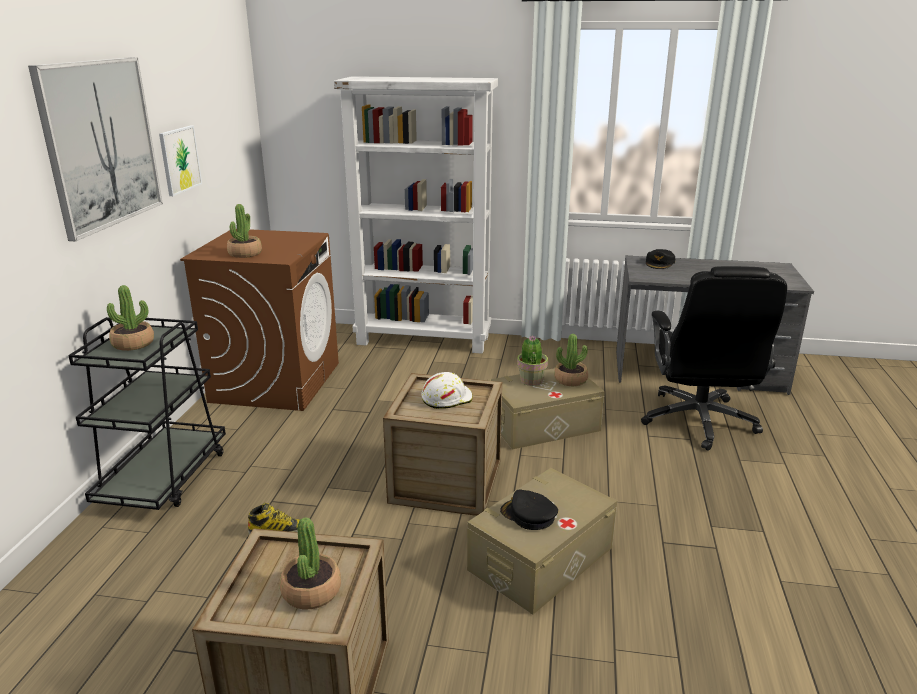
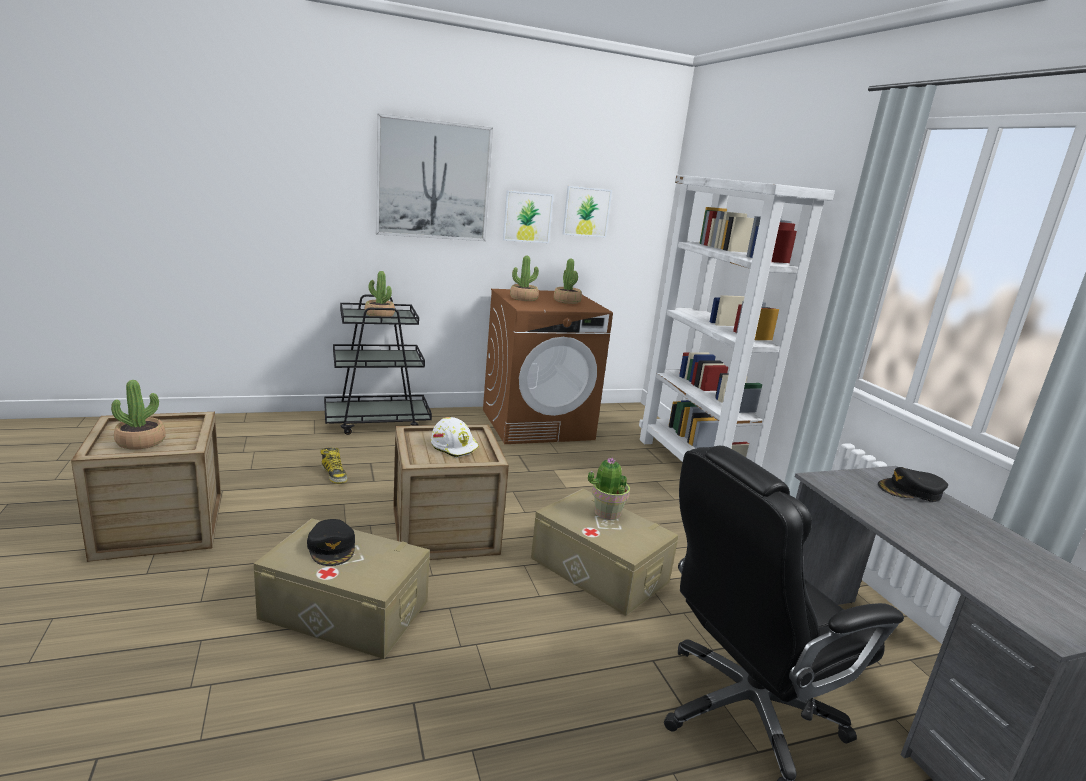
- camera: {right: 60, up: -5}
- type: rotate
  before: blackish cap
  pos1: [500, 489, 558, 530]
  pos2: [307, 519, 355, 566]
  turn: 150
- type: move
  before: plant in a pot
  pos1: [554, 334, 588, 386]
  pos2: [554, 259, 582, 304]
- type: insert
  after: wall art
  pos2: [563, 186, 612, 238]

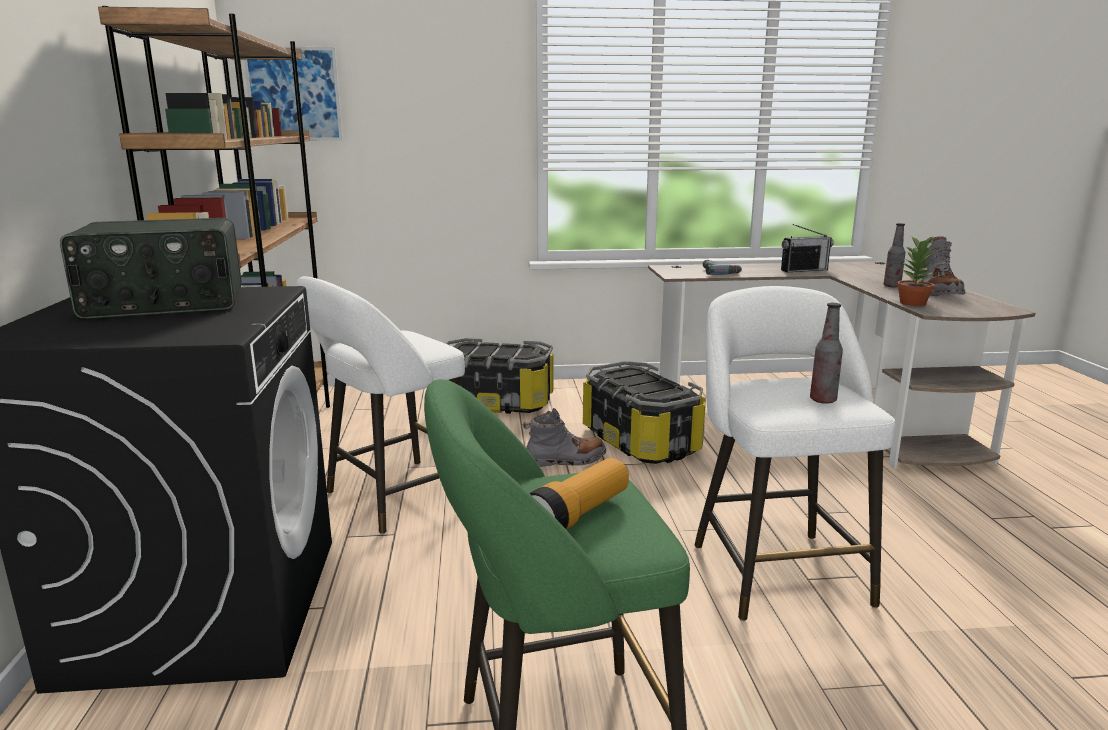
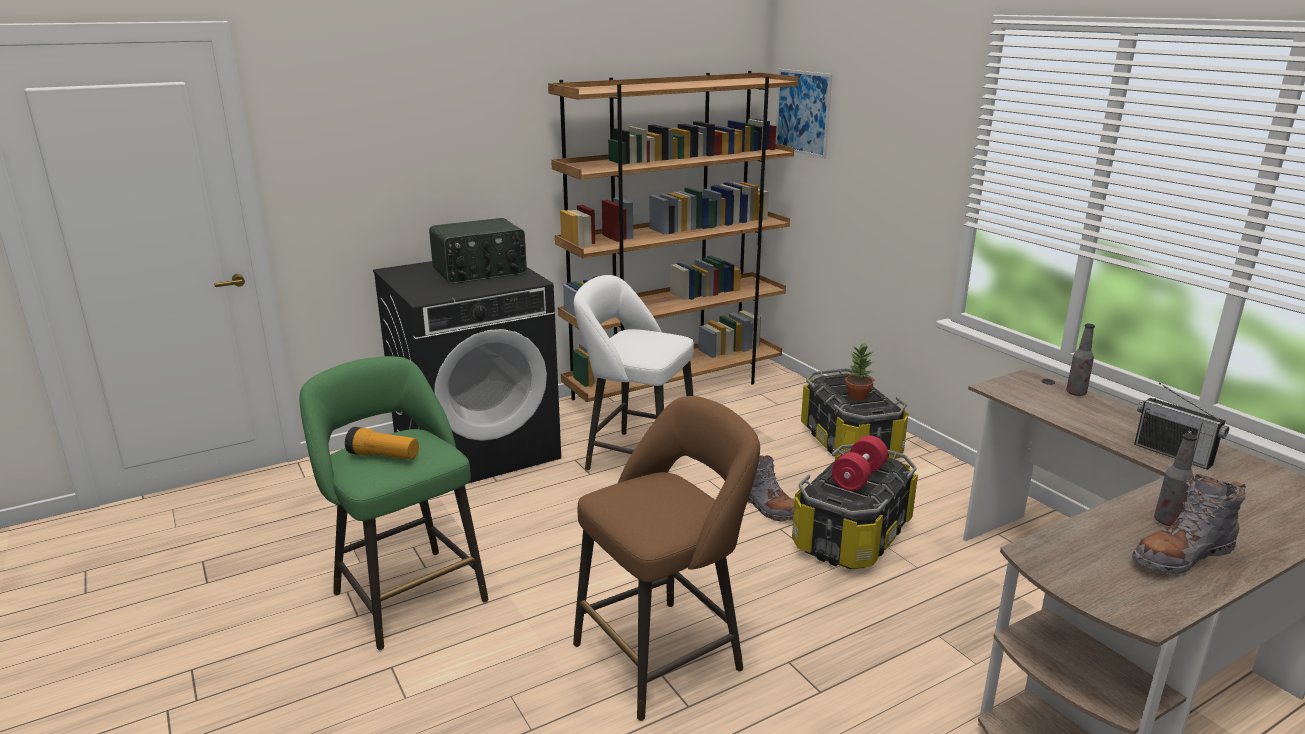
- camera: {right: 65, up: 5}
- type: rotate
  before: radio set
  pos1: [60, 218, 242, 319]
  pos2: [429, 218, 527, 284]
  turn: -75
- type: recolor
  before: white-coloured stool
  after: brown-coloured stool
  pos1: [695, 286, 896, 621]
  pos2: [573, 396, 760, 721]
- type: delete
  before: electric drill
  pos1: [703, 260, 742, 275]
- type: move
  before: drink bottle
  pos1: [810, 303, 843, 404]
  pos2: [1066, 324, 1095, 396]
- type: move
  before: plant in a pot
  pos1: [897, 235, 935, 306]
  pos2: [845, 343, 874, 400]
- type: insert
  after: reddish free weight
  pos2: [831, 435, 888, 491]

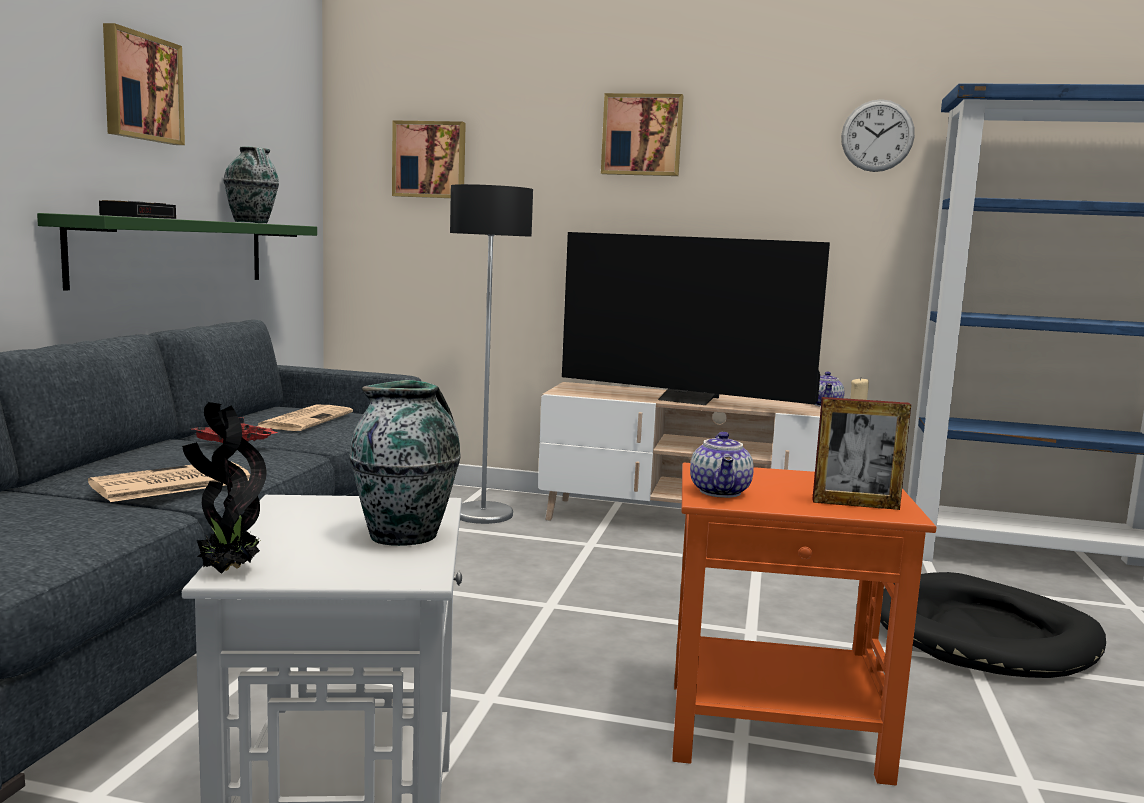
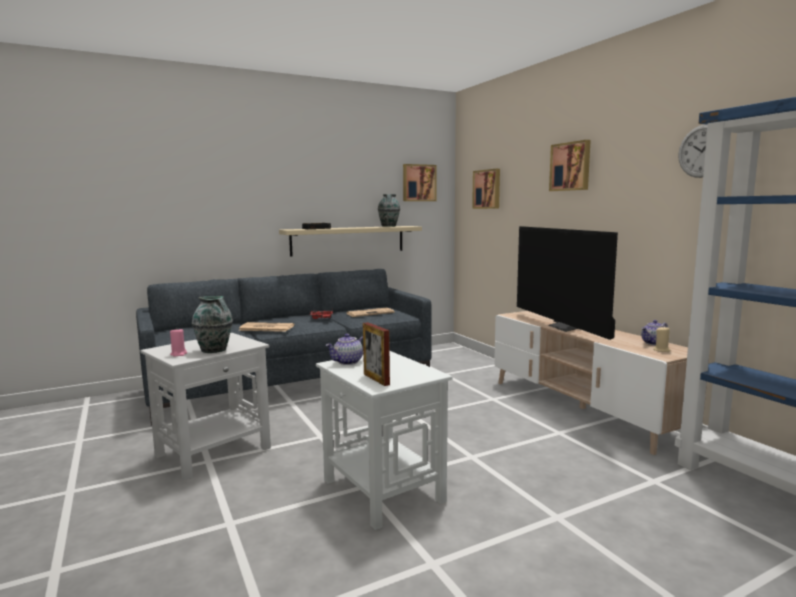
- camera: {right: 50, up: 0}
- type: recolor
  before: green-coloured wall shelf
  after: beige-coloured wall shelf
  pos1: [37, 213, 317, 291]
  pos2: [279, 226, 422, 257]
- type: move
  before: wall art
  pos1: [103, 23, 185, 145]
  pos2: [403, 164, 437, 201]
- type: delete
  before: plant in a pot
  pos1: [182, 402, 266, 574]
- type: delete
  before: standing lamp
  pos1: [450, 184, 533, 524]
- type: recolor
  before: orangey accent table
  after: white-coloured accent table
  pos1: [672, 463, 936, 785]
  pos2: [316, 351, 453, 530]
- type: delete
  before: blackish pet bed
  pos1: [880, 572, 1106, 678]
- type: insert
  after: pink wax candle
  pos2: [170, 329, 187, 357]

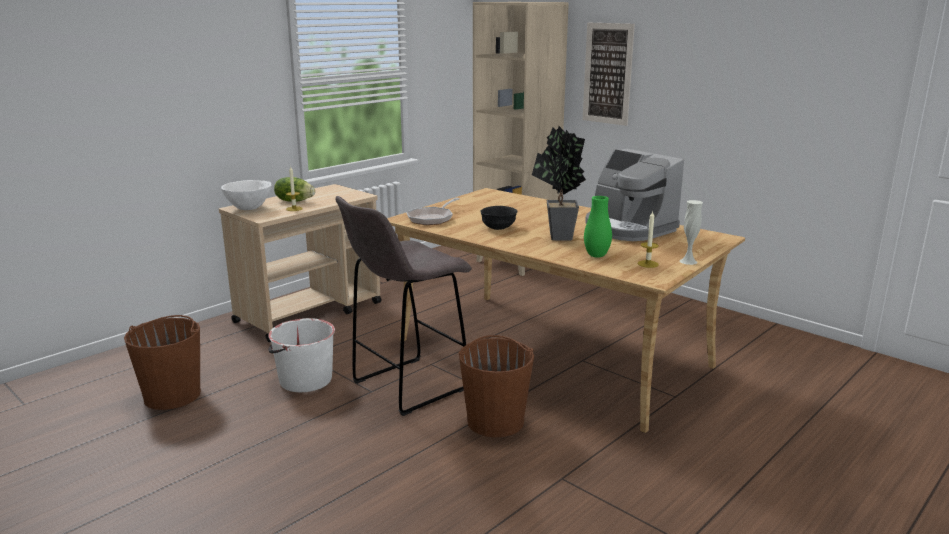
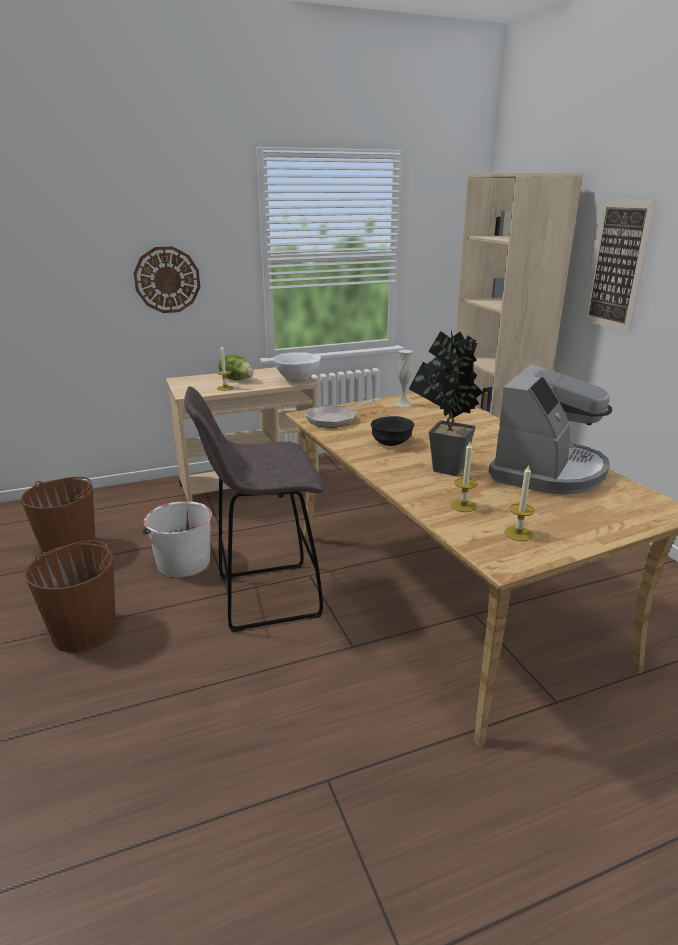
- camera: {right: 25, up: 5}
- type: move
  before: white-coloured serving bowl
  pos1: [221, 180, 272, 210]
  pos2: [273, 352, 321, 382]
- type: move
  before: brown-coloured water bucket
  pos1: [459, 335, 534, 437]
  pos2: [25, 540, 116, 653]
- type: replace
  before: green-coloured vase
  after: wax candle
  pos1: [584, 196, 612, 258]
  pos2: [450, 442, 477, 512]
- type: rotate
  before: coffee brewer
  pos1: [585, 149, 684, 241]
  pos2: [488, 364, 612, 495]
  turn: -135
- type: move
  before: white-coloured vase
  pos1: [680, 200, 703, 265]
  pos2: [396, 350, 412, 407]
- type: insert
  after: clock on the wall
  pos2: [134, 246, 200, 313]

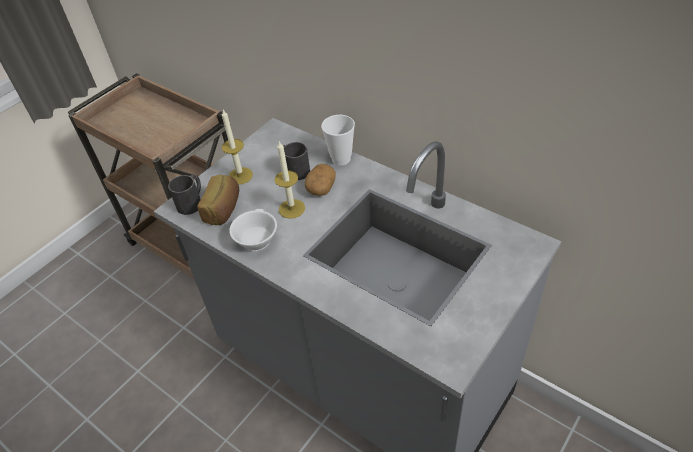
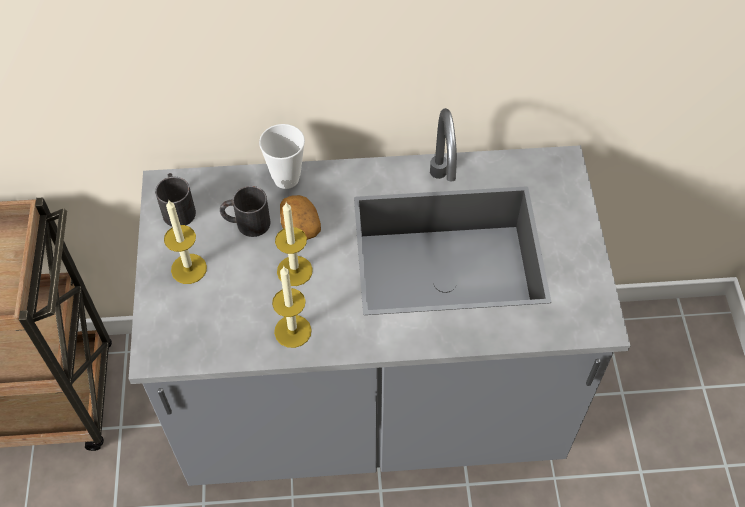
- camera: {right: -45, up: 10}
- type: move
  before: blackish coffee mug
  pos1: [168, 174, 201, 215]
  pos2: [155, 173, 196, 227]
- type: delete
  before: bakery bread
  pos1: [197, 175, 239, 225]
- type: replace
  before: white-coloured cup
  after: wax candle
  pos1: [229, 209, 277, 251]
  pos2: [272, 266, 312, 348]

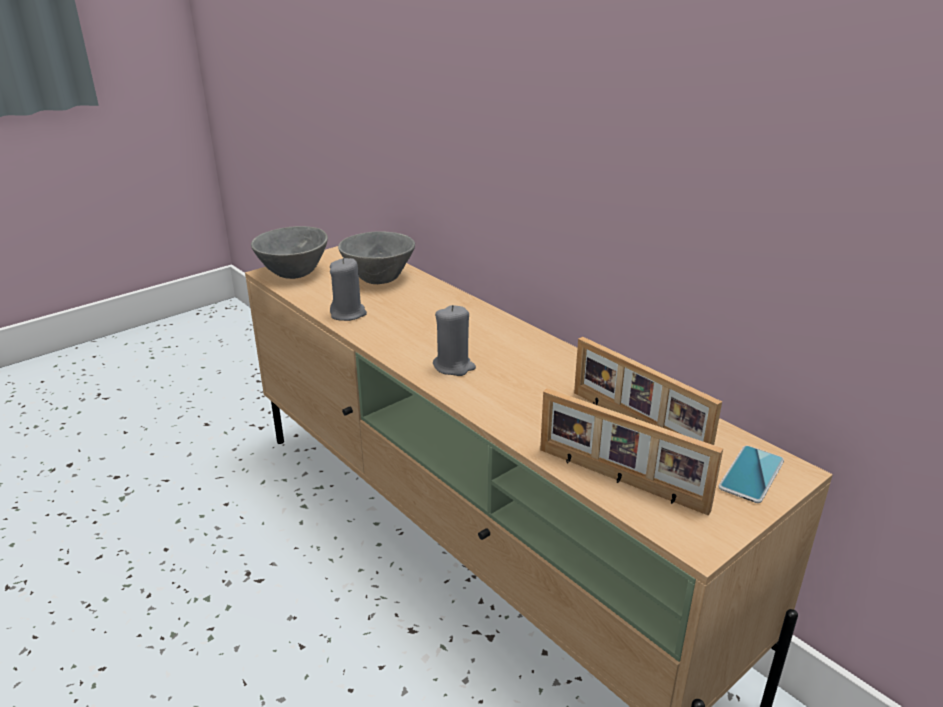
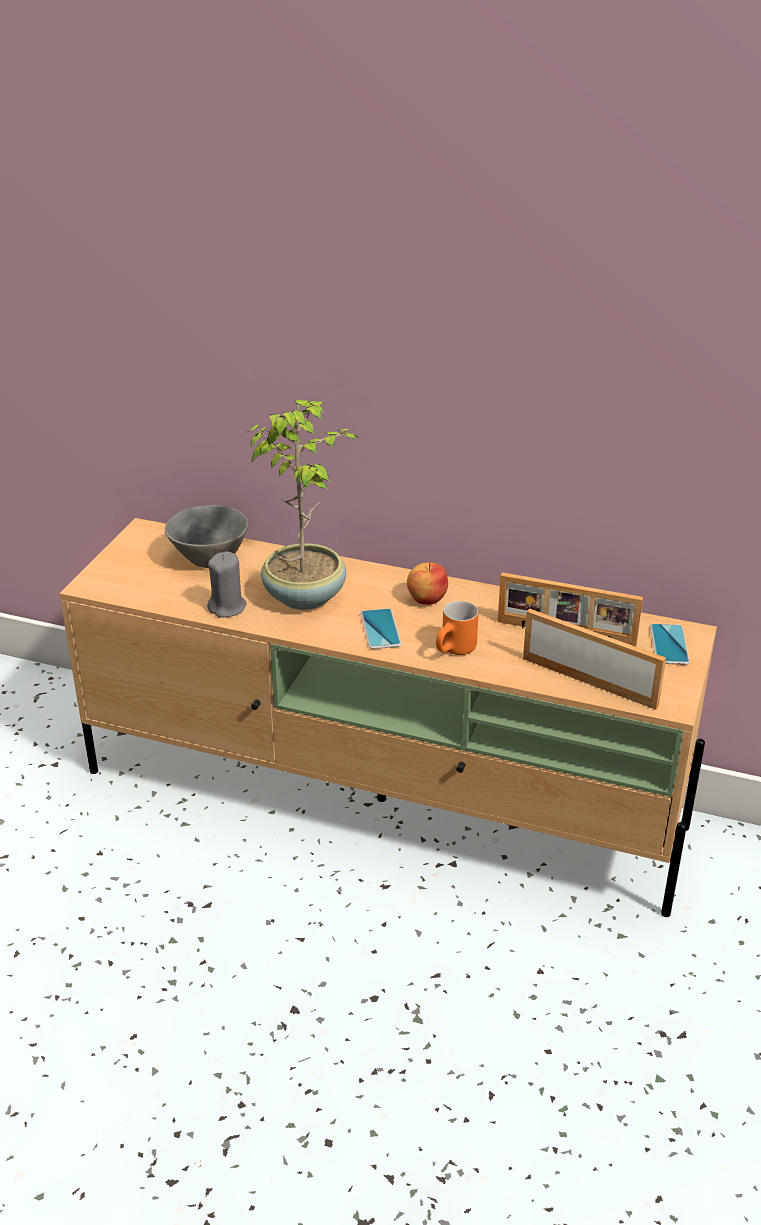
- camera: {right: -30, up: 5}
- type: delete
  before: grey serving bowl
  pos1: [251, 226, 328, 279]
- type: replace
  before: grey wax candle
  after: handset
  pos1: [433, 305, 476, 376]
  pos2: [361, 608, 401, 649]
- type: rotate
  before: standing frame
  pos1: [540, 388, 723, 516]
  pos2: [523, 609, 666, 710]
  turn: -150
- type: insert
  after: plant in a pot
  pos2: [247, 400, 359, 610]
- type: insert
  after: whole apple
  pos2: [407, 562, 448, 605]
- type: insert
  after: orangey coffee mug
  pos2: [436, 601, 478, 655]

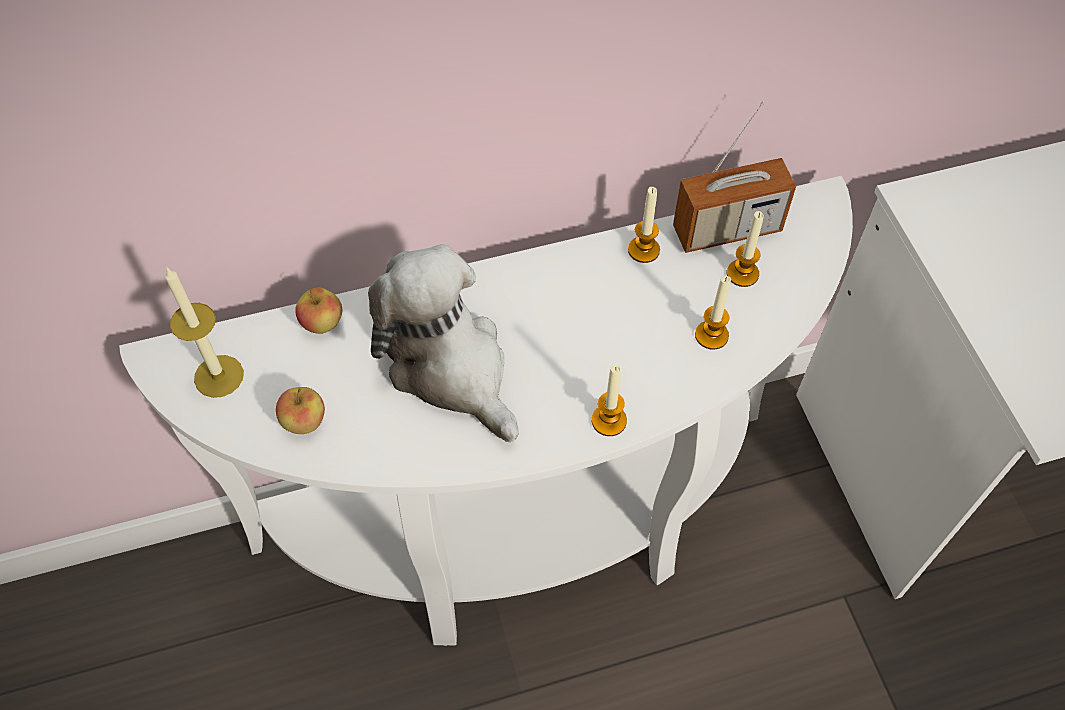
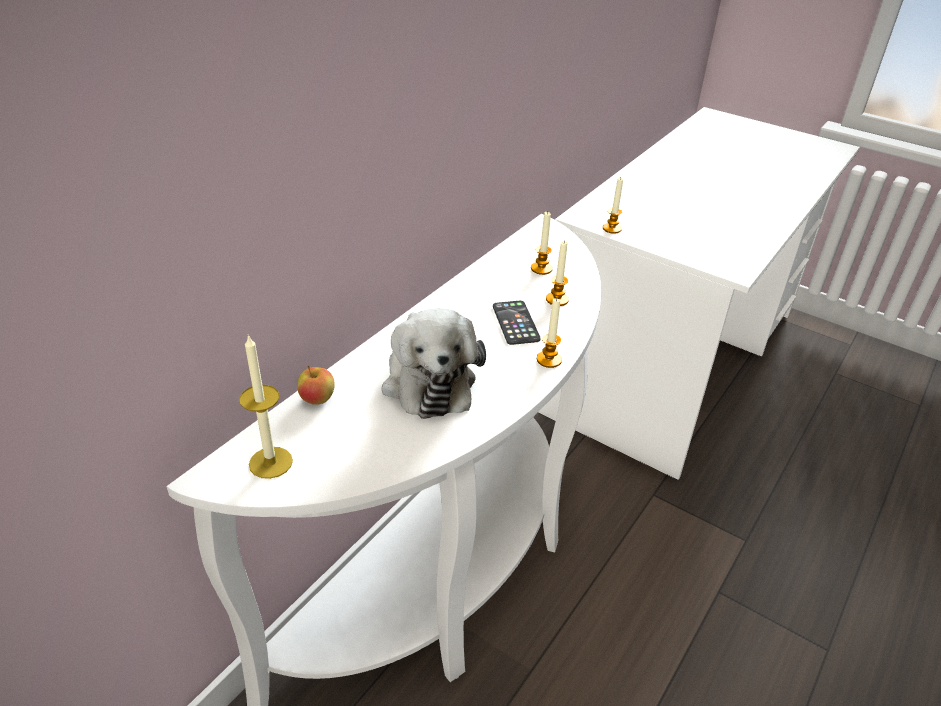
- camera: {right: -40, up: -20}
- type: delete
  before: whole apple
  pos1: [276, 387, 325, 434]
- type: rotate
  before: soft toy
  pos1: [368, 244, 518, 442]
  pos2: [382, 308, 486, 419]
  turn: -120
- type: move
  before: wax candle
  pos1: [628, 187, 660, 263]
  pos2: [603, 177, 623, 234]
- type: delete
  before: radio set
  pos1: [673, 101, 796, 253]
- type: insert
  after: handset
  pos2: [493, 301, 541, 345]

